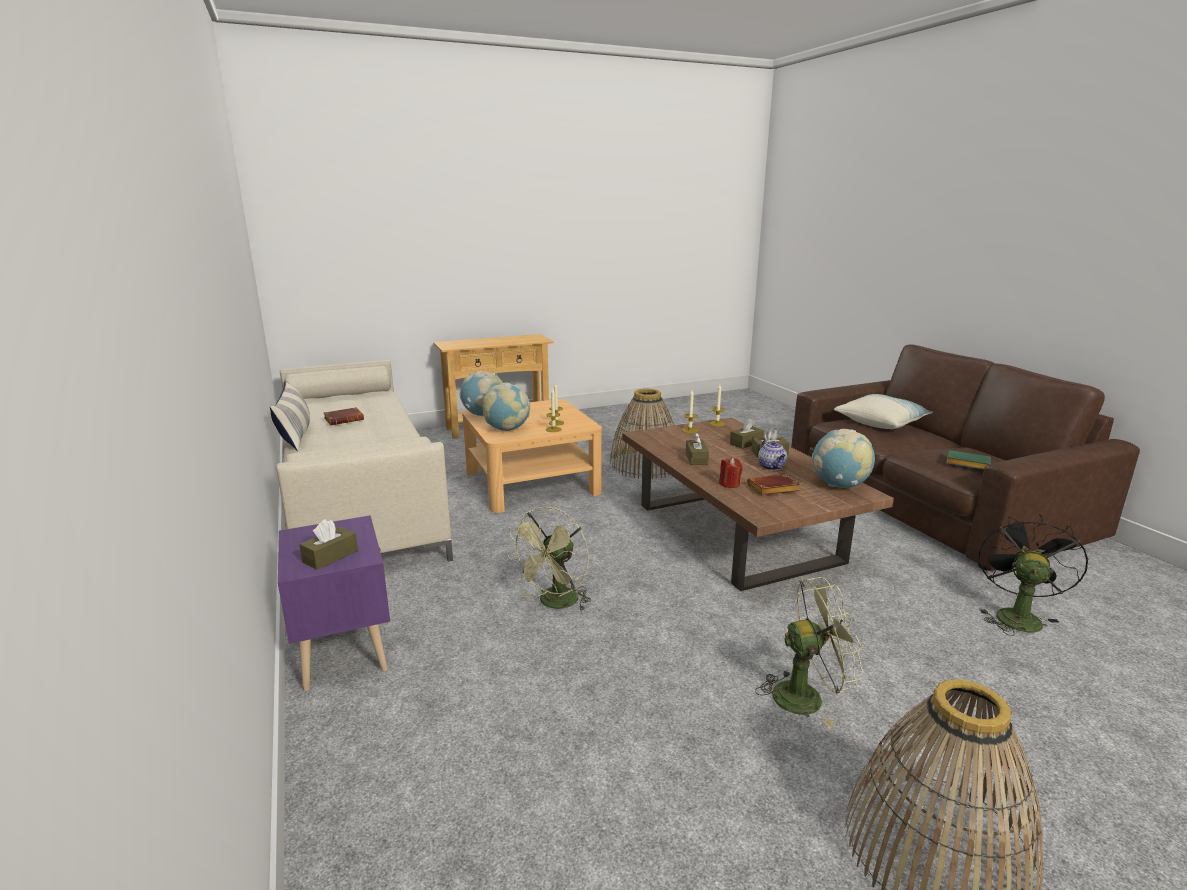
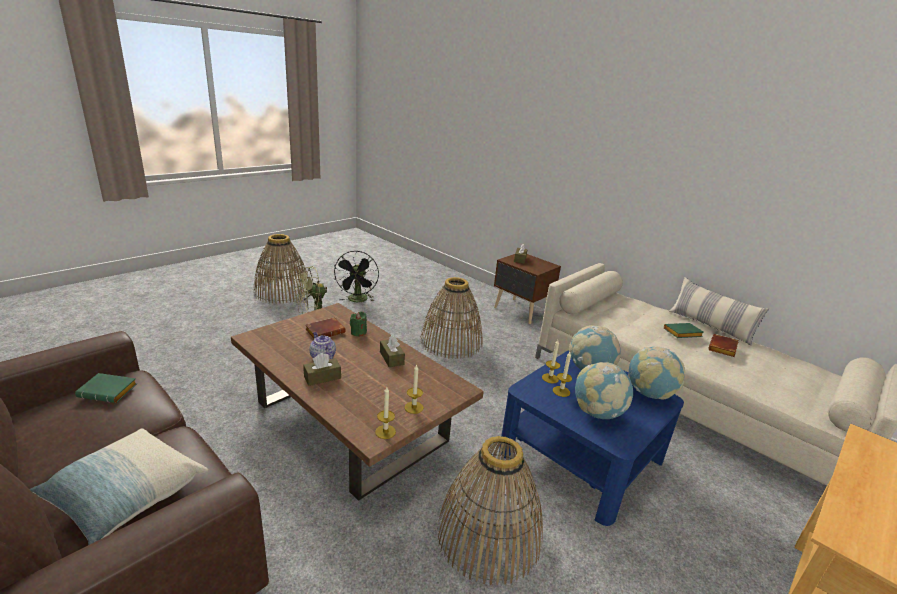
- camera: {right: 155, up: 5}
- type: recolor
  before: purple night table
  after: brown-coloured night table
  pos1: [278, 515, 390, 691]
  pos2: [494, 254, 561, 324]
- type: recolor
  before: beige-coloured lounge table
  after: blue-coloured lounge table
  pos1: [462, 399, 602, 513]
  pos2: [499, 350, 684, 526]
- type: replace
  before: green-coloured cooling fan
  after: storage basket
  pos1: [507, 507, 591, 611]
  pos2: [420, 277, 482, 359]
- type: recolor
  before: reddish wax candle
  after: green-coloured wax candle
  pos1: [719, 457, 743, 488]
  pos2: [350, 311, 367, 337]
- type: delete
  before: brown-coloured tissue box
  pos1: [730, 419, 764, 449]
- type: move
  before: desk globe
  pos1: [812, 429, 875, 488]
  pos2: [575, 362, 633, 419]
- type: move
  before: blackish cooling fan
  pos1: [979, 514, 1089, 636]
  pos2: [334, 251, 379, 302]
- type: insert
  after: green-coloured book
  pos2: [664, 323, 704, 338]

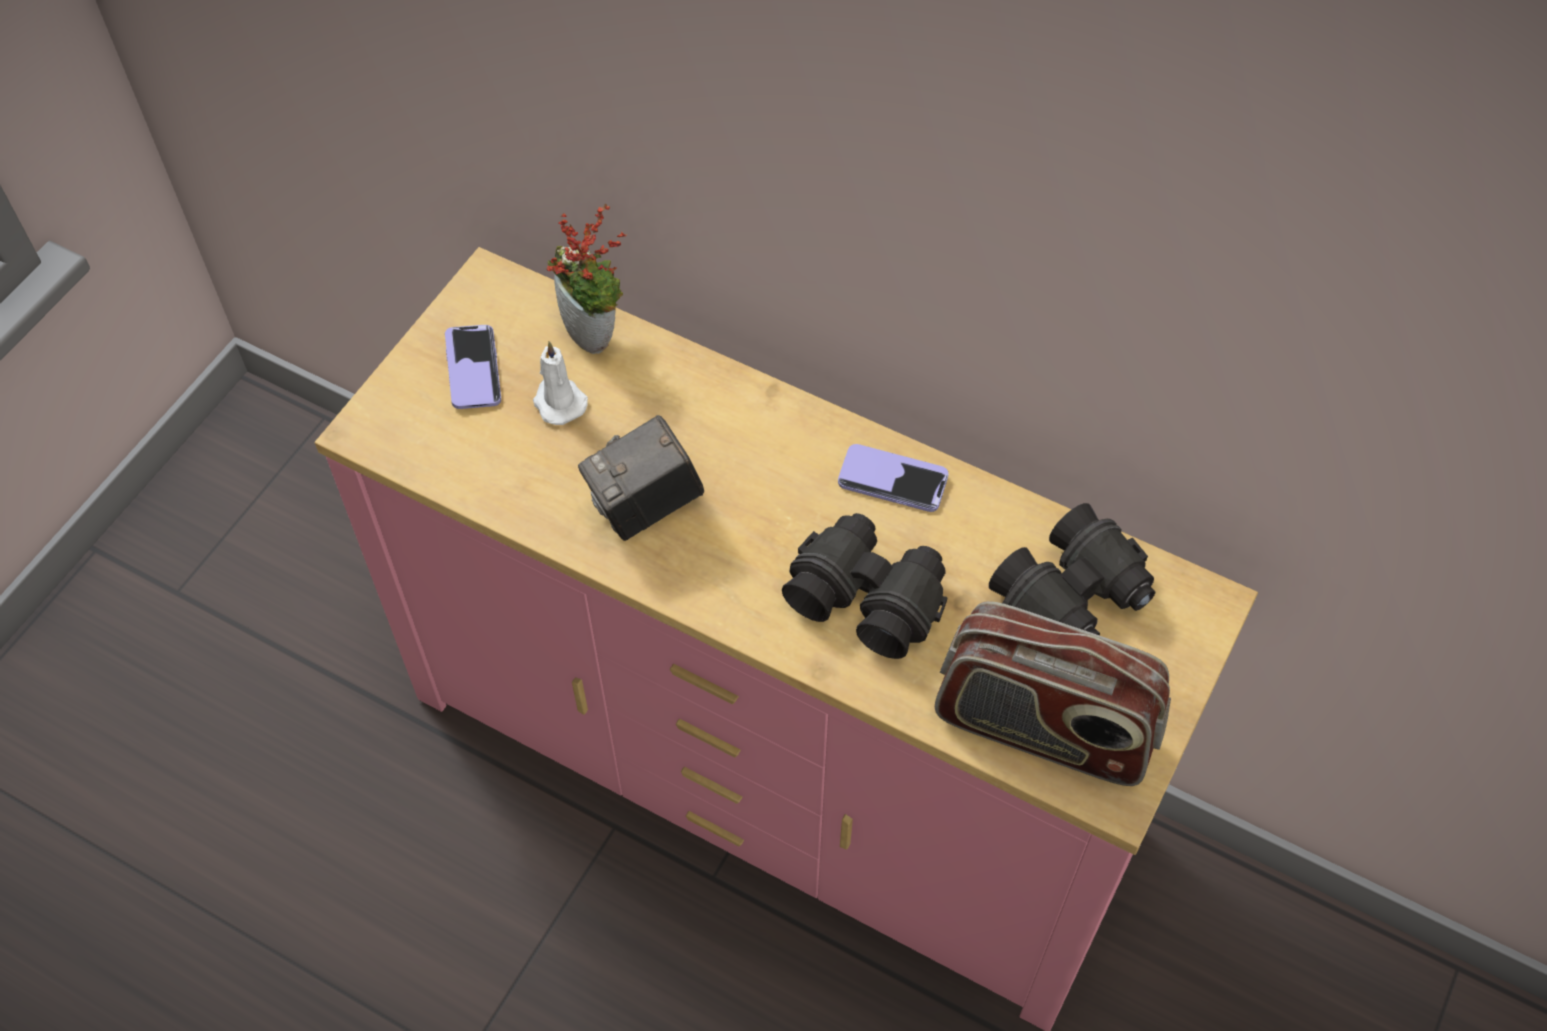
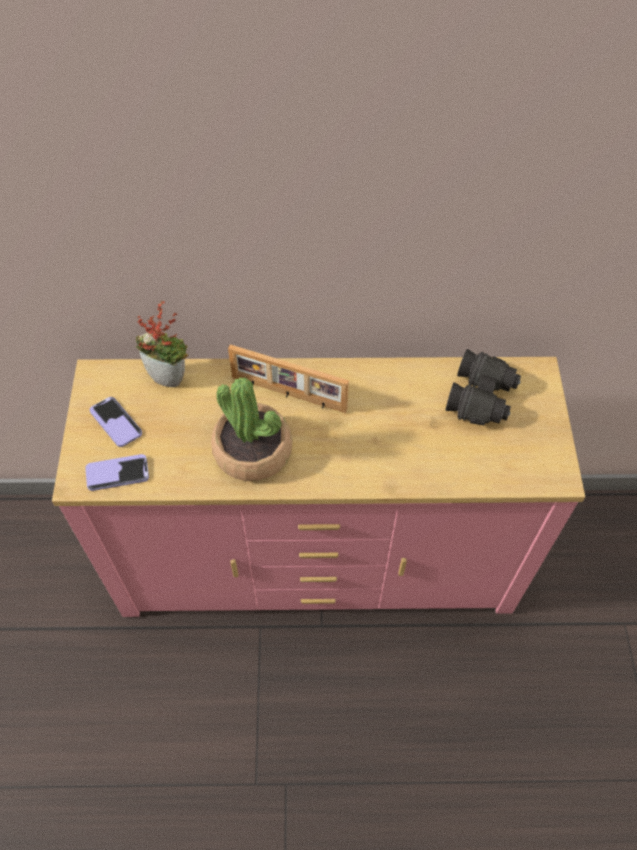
- camera: {right: -30, up: 0}
- type: delete
  before: white-coloured wax candle
  pos1: [533, 341, 588, 425]
- type: replace
  before: photo camera
  after: plant in a pot
  pos1: [578, 415, 704, 541]
  pos2: [211, 377, 293, 481]
- type: delete
  before: blackish binoculars
  pos1: [782, 513, 947, 659]
- type: move
  before: handset
  pos1: [838, 444, 948, 512]
  pos2: [85, 454, 149, 491]
- type: delete
  before: radio set
  pos1: [935, 601, 1171, 786]
- type: insert
  after: standing frame
  pos2: [228, 344, 349, 413]

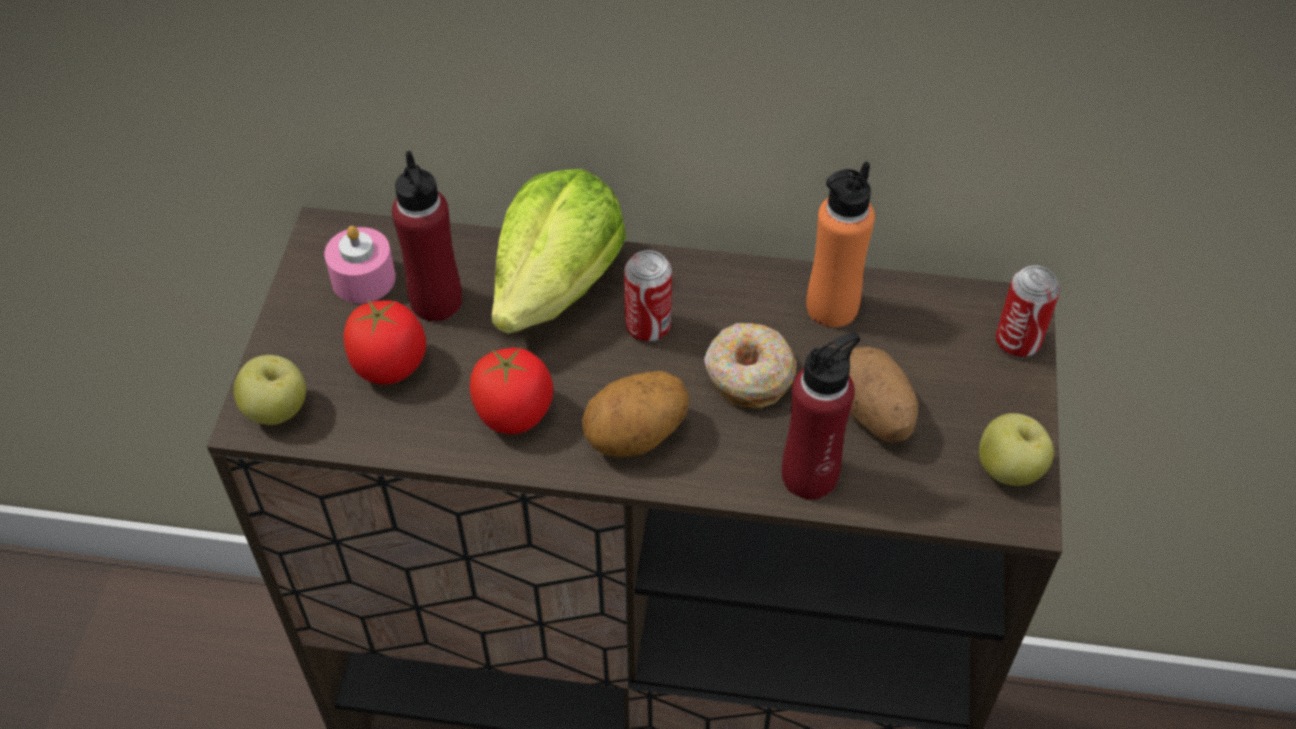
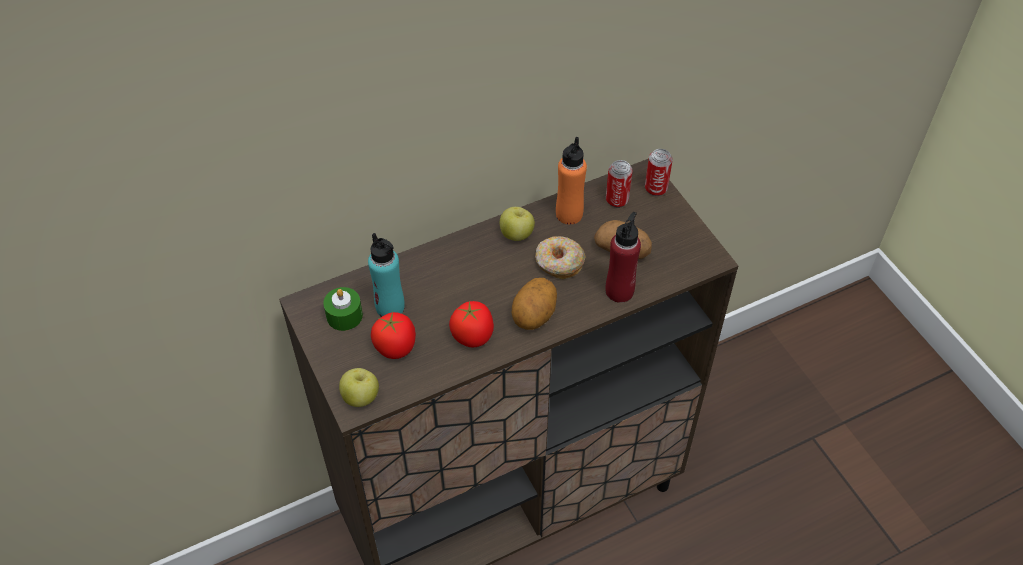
- camera: {right: -35, up: 0}
- type: recolor
  before: pink wax candle
  after: green-coloured wax candle
  pos1: [325, 226, 396, 303]
  pos2: [323, 287, 363, 331]
- type: recolor
  before: reddish drink bottle
  after: turquoise-coloured drink bottle
  pos1: [392, 151, 462, 322]
  pos2: [368, 233, 405, 317]
- type: delete
  before: head of lettuce
  pos1: [491, 169, 626, 334]
- type: move
  before: metal can
  pos1: [624, 250, 672, 342]
  pos2: [606, 160, 633, 208]
- type: move
  before: whole apple
  pos1: [979, 413, 1054, 486]
  pos2: [500, 207, 535, 241]

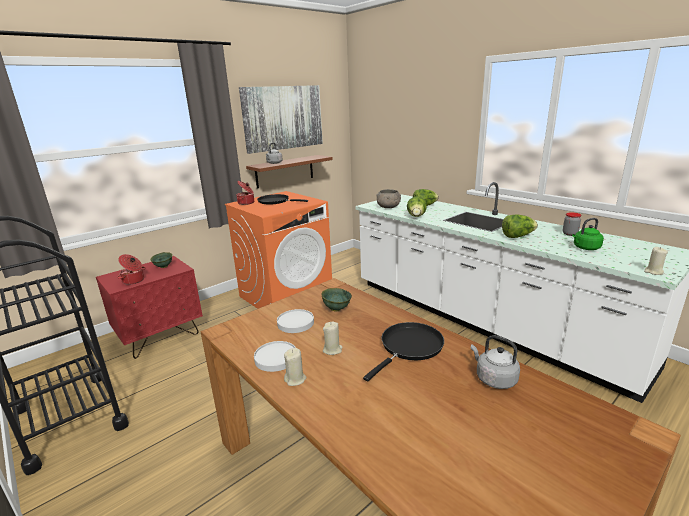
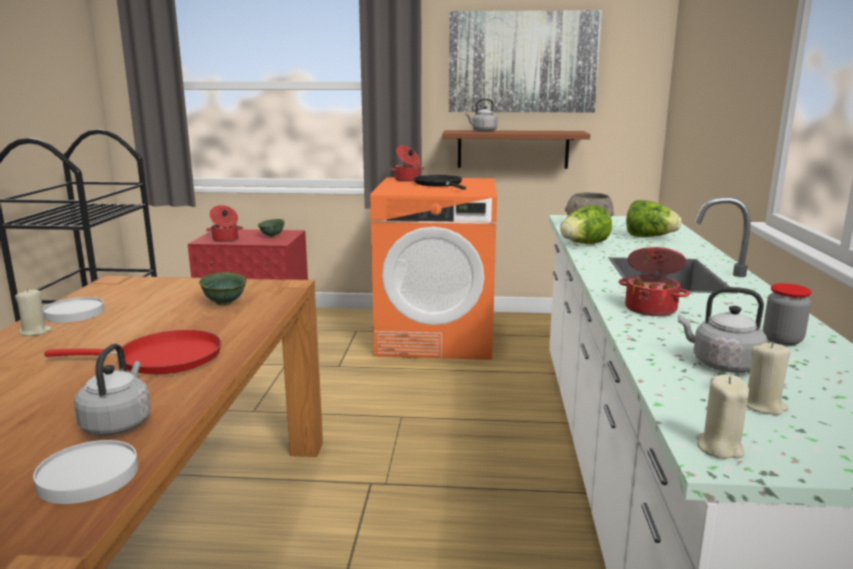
- camera: {right: 45, up: -5}
- type: move
  before: white-coloured flat dish
  pos1: [277, 309, 314, 333]
  pos2: [33, 440, 138, 504]
- type: move
  before: beige-coloured wax candle
  pos1: [323, 322, 343, 355]
  pos2: [746, 341, 790, 415]
- type: recolor
  before: blackish pan
  after: reddish pan
  pos1: [363, 322, 444, 381]
  pos2: [44, 330, 221, 374]
- type: replace
  before: head of lettuce
  after: cooking pot
  pos1: [502, 214, 538, 238]
  pos2: [619, 247, 690, 316]
- type: recolor
  before: green-coloured kettle
  after: grey kettle
  pos1: [572, 218, 604, 250]
  pos2: [678, 287, 768, 373]

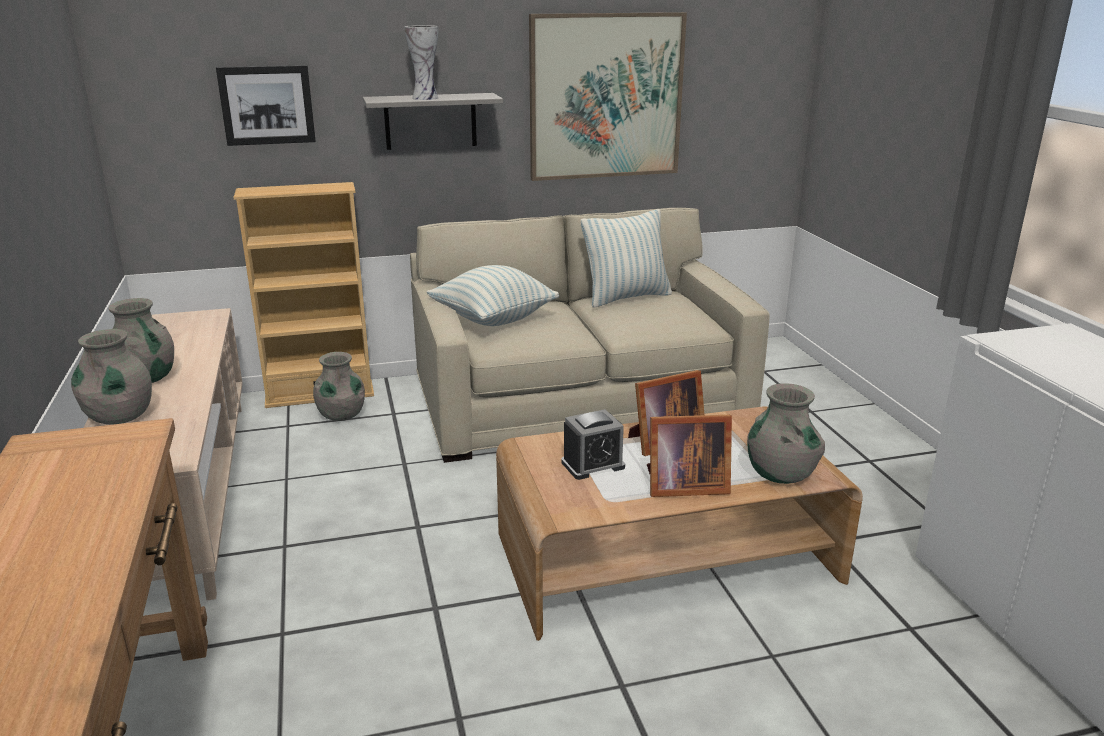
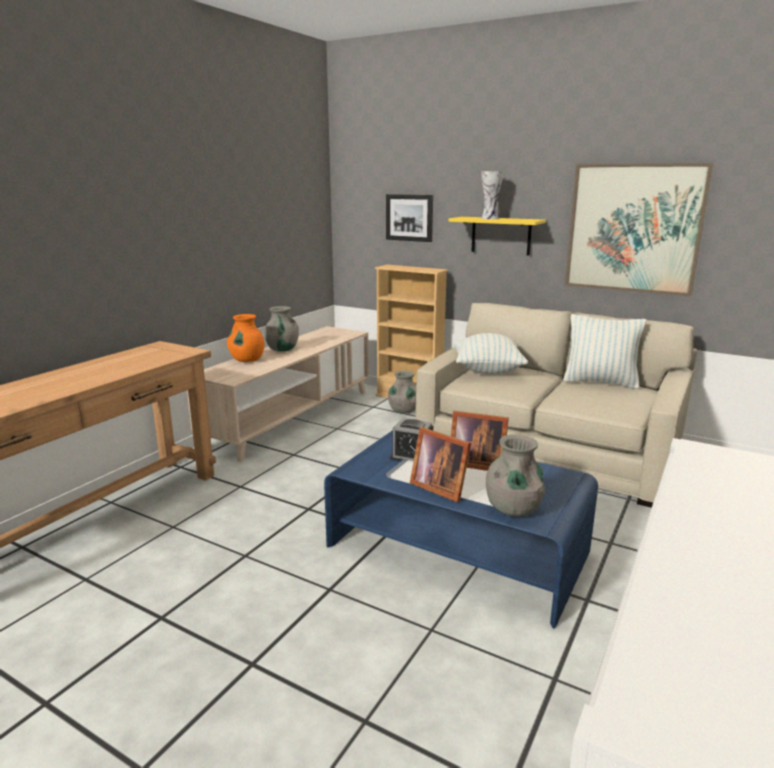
- camera: {right: 45, up: -5}
- type: recolor
  before: grey vase
  after: orangey vase
  pos1: [71, 329, 152, 425]
  pos2: [227, 314, 265, 362]
- type: recolor
  before: grey wall shelf
  after: yellowish wall shelf
  pos1: [363, 93, 503, 150]
  pos2: [448, 217, 546, 256]
- type: recolor
  before: brown-coloured lounge table
  after: blue-coloured lounge table
  pos1: [496, 406, 863, 641]
  pos2: [324, 430, 598, 629]

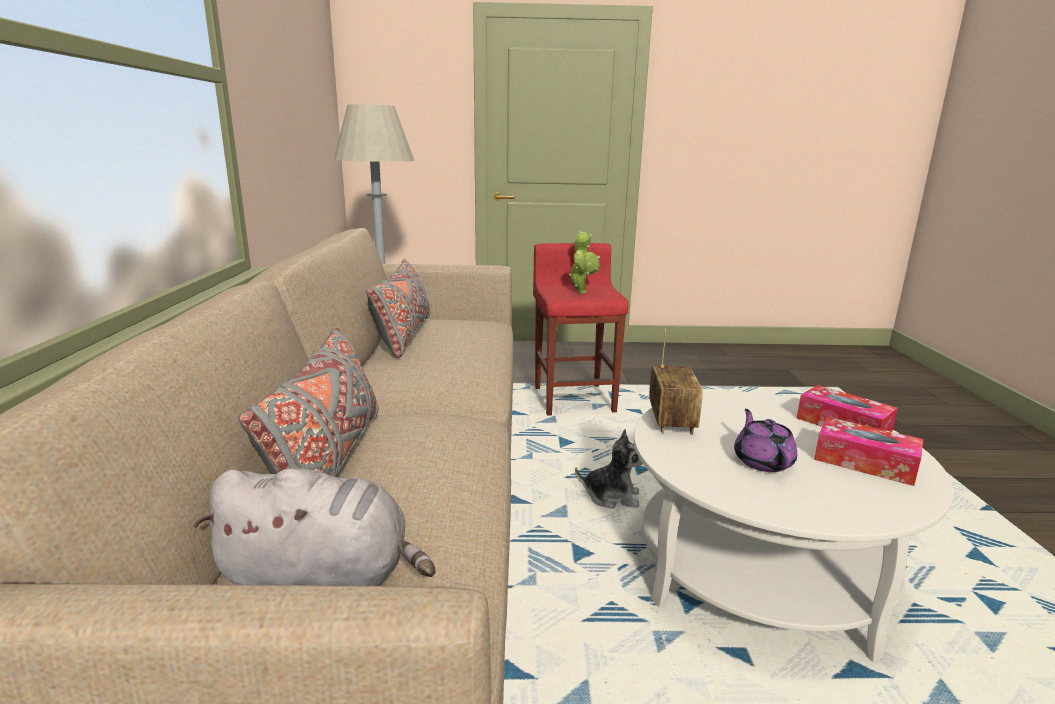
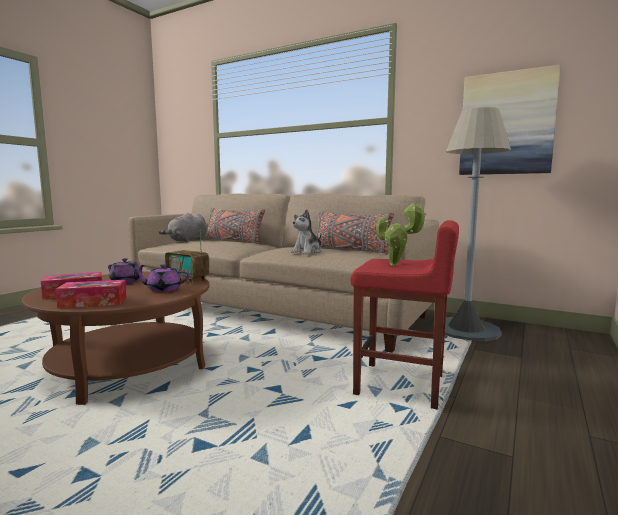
- camera: {right: 120, up: -10}
- type: move
  before: soft toy
  pos1: [575, 429, 643, 509]
  pos2: [291, 209, 322, 254]
- type: recolor
  before: white-coloured lounge table
  after: brown-coloured lounge table
  pos1: [634, 391, 953, 662]
  pos2: [22, 272, 210, 405]
- type: insert
  after: purple teapot
  pos2: [134, 264, 190, 292]
- type: insert
  after: wall art
  pos2: [459, 65, 561, 175]

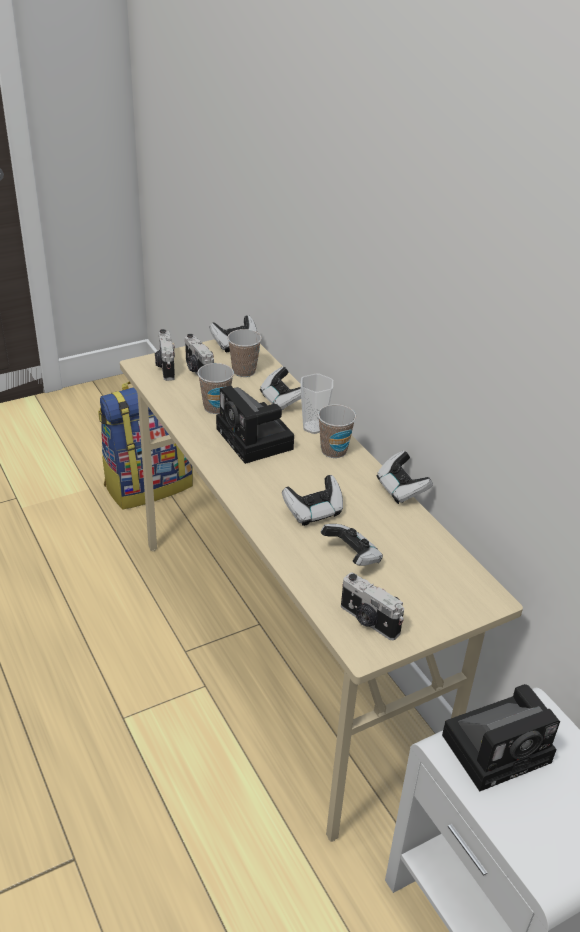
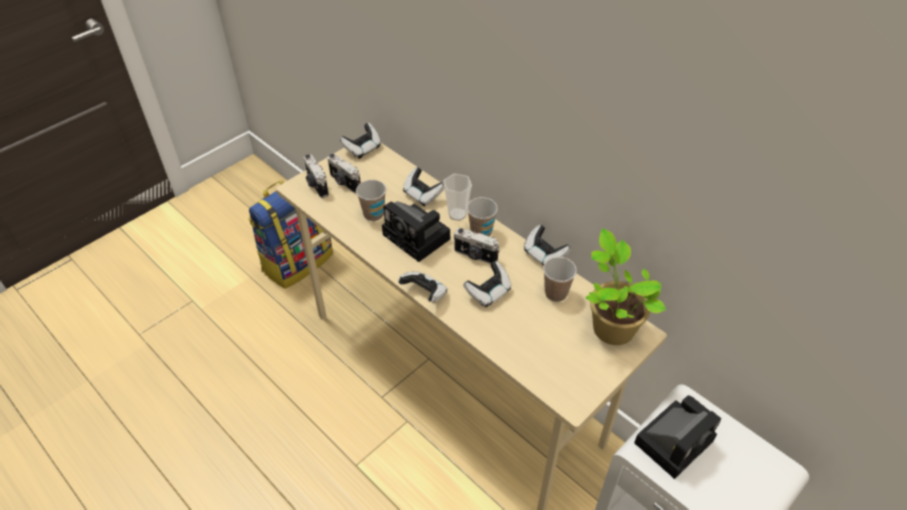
- camera: {right: -15, up: 10}
- type: move
  before: cup
  pos1: [227, 329, 262, 377]
  pos2: [543, 257, 577, 302]
- type: move
  before: joypad
  pos1: [321, 524, 383, 566]
  pos2: [398, 272, 447, 302]
- type: move
  before: photo camera
  pos1: [341, 572, 404, 640]
  pos2: [454, 228, 500, 264]
- type: insert
  after: plant in a pot
  pos2: [586, 228, 667, 345]

